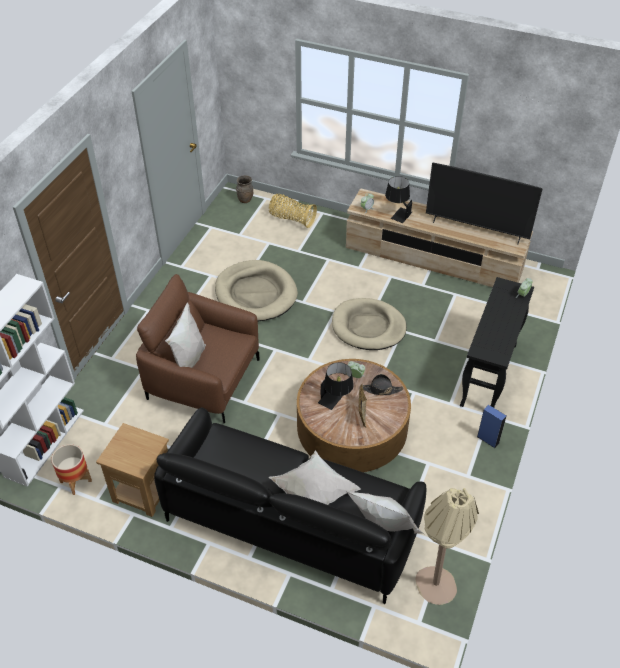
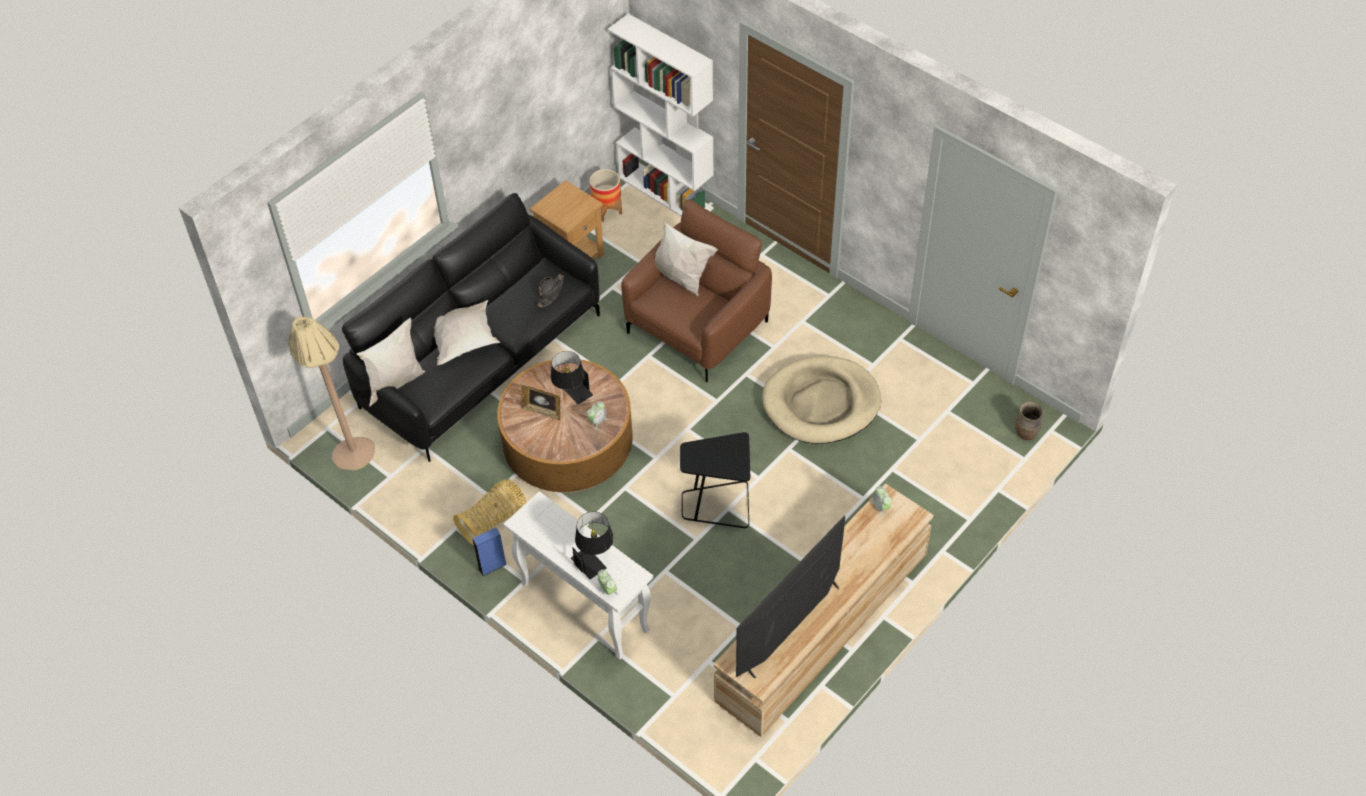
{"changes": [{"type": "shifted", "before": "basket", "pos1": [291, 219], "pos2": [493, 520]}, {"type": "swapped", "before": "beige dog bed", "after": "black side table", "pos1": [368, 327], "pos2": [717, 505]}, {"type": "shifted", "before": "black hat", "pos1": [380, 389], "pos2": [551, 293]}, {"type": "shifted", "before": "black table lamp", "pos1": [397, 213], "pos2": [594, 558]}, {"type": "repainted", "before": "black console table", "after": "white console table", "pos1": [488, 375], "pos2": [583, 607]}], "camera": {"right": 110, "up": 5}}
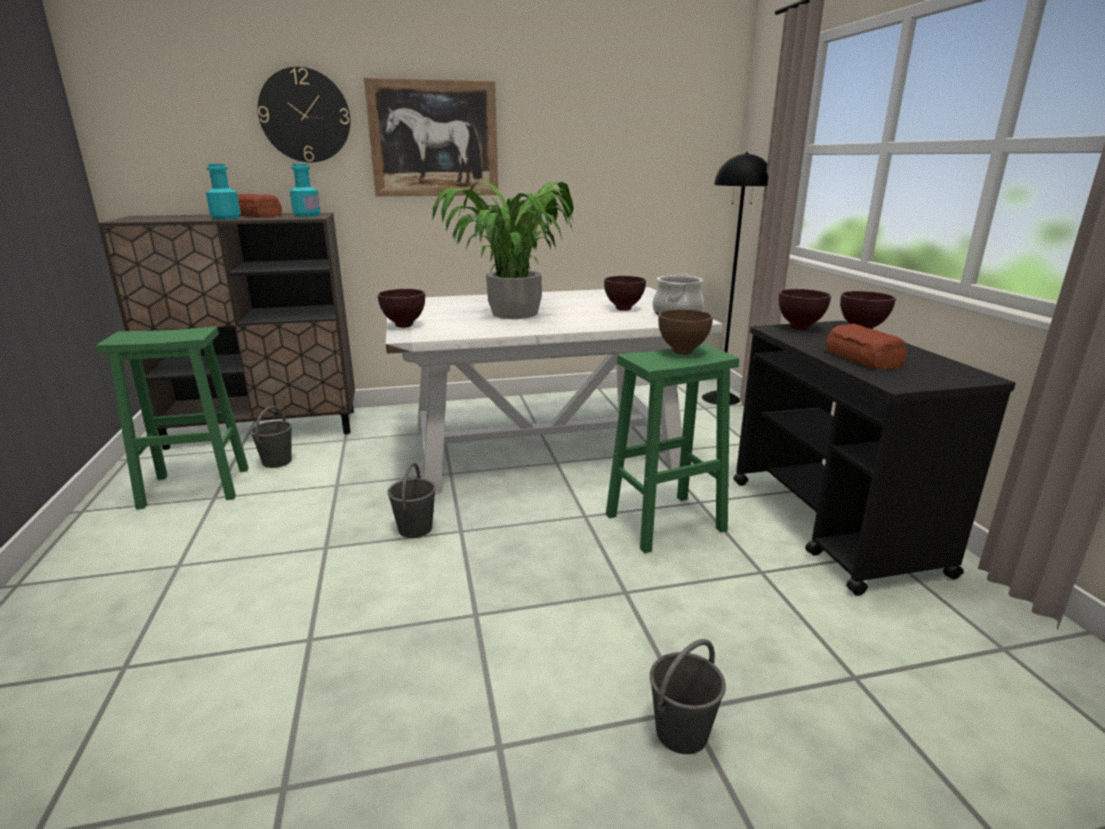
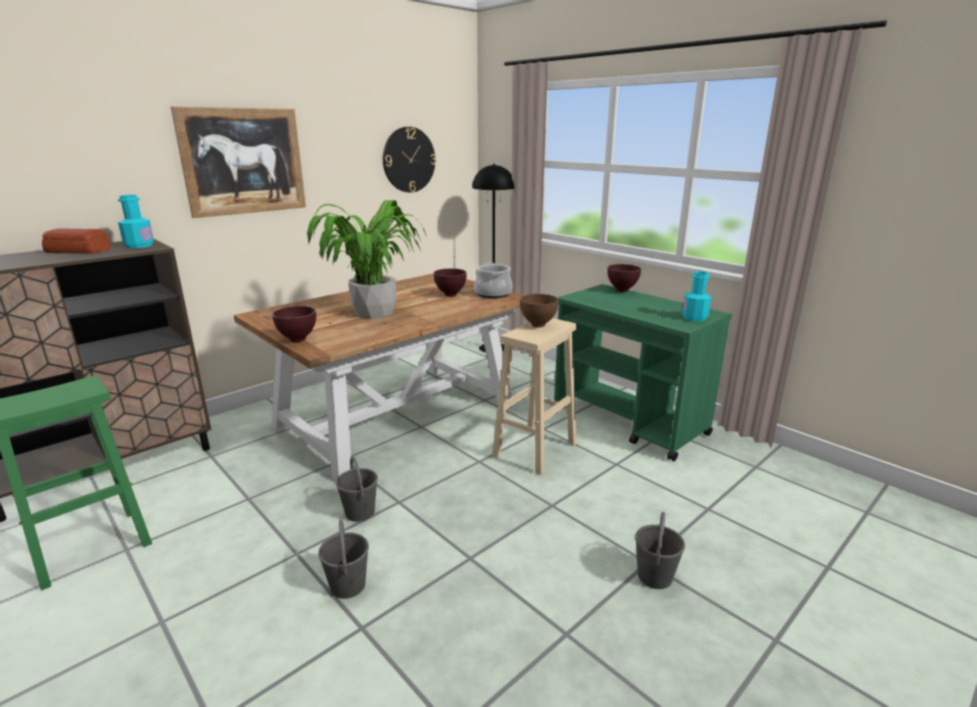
{"changes": [{"type": "shifted", "before": "turquoise bottle", "pos1": [226, 218], "pos2": [694, 317]}, {"type": "shifted", "before": "grey bucket", "pos1": [277, 461], "pos2": [348, 585]}, {"type": "shifted", "before": "wall clock", "pos1": [305, 116], "pos2": [408, 160]}, {"type": "repainted", "before": "white dining table", "after": "brown dining table", "pos1": [543, 444], "pos2": [397, 415]}, {"type": "repainted", "before": "green stool", "after": "beige stool", "pos1": [663, 523], "pos2": [534, 450]}, {"type": "repainted", "before": "black cart", "after": "green cart", "pos1": [833, 526], "pos2": [629, 422]}, {"type": "gone", "before": "brown bowl", "pos1": [800, 328]}, {"type": "gone", "before": "bread", "pos1": [863, 359]}], "camera": {"right": -30, "up": 0}}
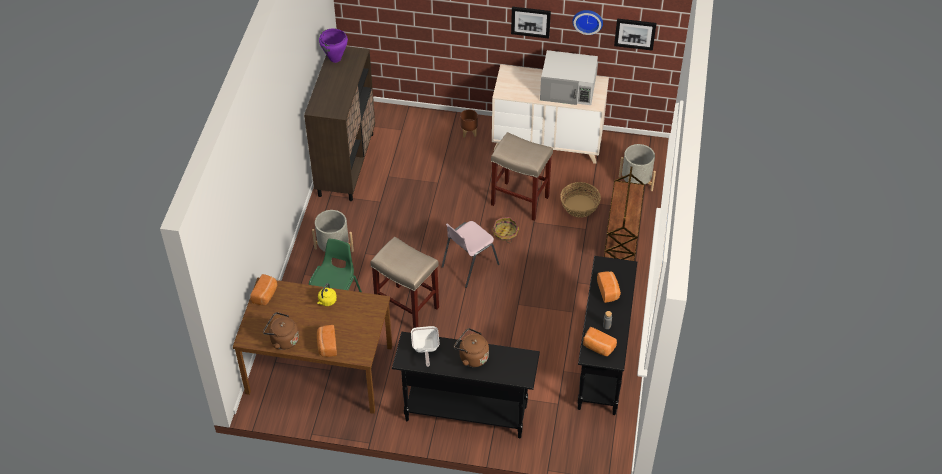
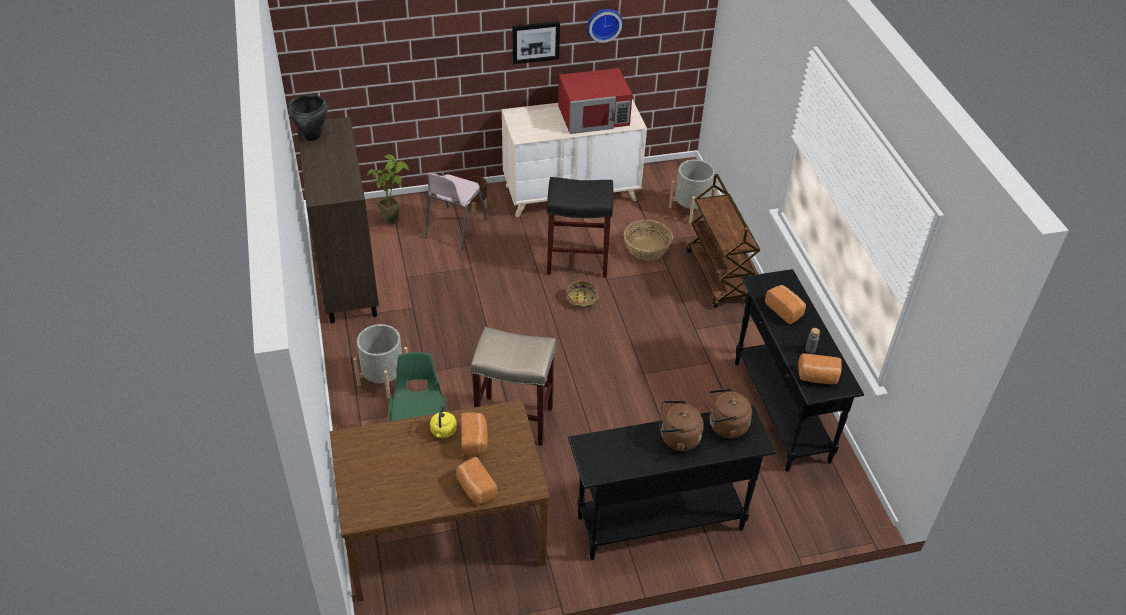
{"changes": [{"type": "shifted", "before": "bread", "pos1": [265, 295], "pos2": [474, 441]}, {"type": "shifted", "before": "brown kettle", "pos1": [283, 340], "pos2": [725, 426]}, {"type": "repainted", "before": "purple cooking pot", "after": "black cooking pot", "pos1": [335, 59], "pos2": [313, 136]}, {"type": "gone", "before": "frying pan", "pos1": [425, 349]}, {"type": "shifted", "before": "pink chair", "pos1": [469, 265], "pos2": [454, 228]}, {"type": "repainted", "before": "beige stool", "after": "black stool", "pos1": [521, 201], "pos2": [578, 260]}, {"type": "repainted", "before": "white microwave", "after": "red microwave", "pos1": [568, 89], "pos2": [594, 115]}, {"type": "gone", "before": "picture", "pos1": [635, 33]}, {"type": "new", "after": "potted plant", "pos2": [396, 218]}], "camera": {"right": -25, "up": -5}}
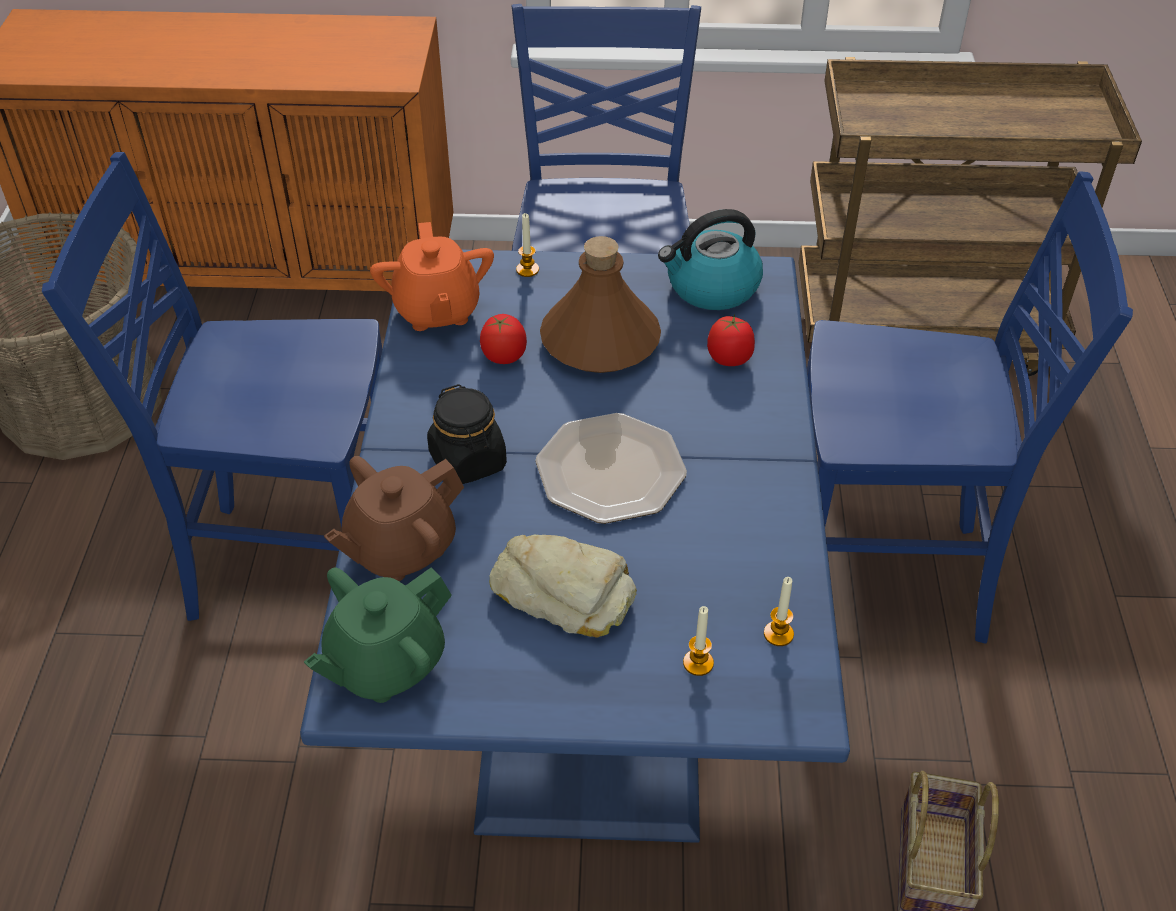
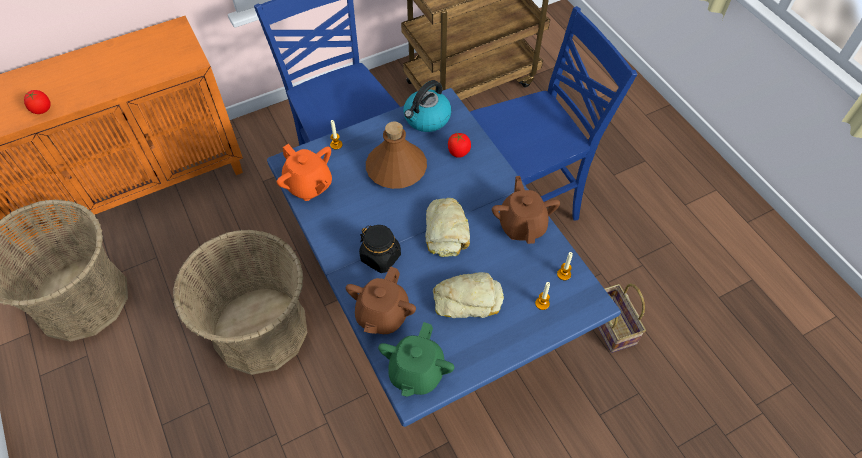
{"changes": [{"type": "swapped", "before": "blue chair", "after": "basket", "pos1": [295, 565], "pos2": [260, 330]}, {"type": "shifted", "before": "tomato", "pos1": [504, 356], "pos2": [42, 109]}, {"type": "swapped", "before": "plate", "after": "bread", "pos1": [612, 470], "pos2": [446, 231]}, {"type": "new", "after": "brown teapot", "pos2": [522, 225]}], "camera": {"right": -30, "up": 10}}
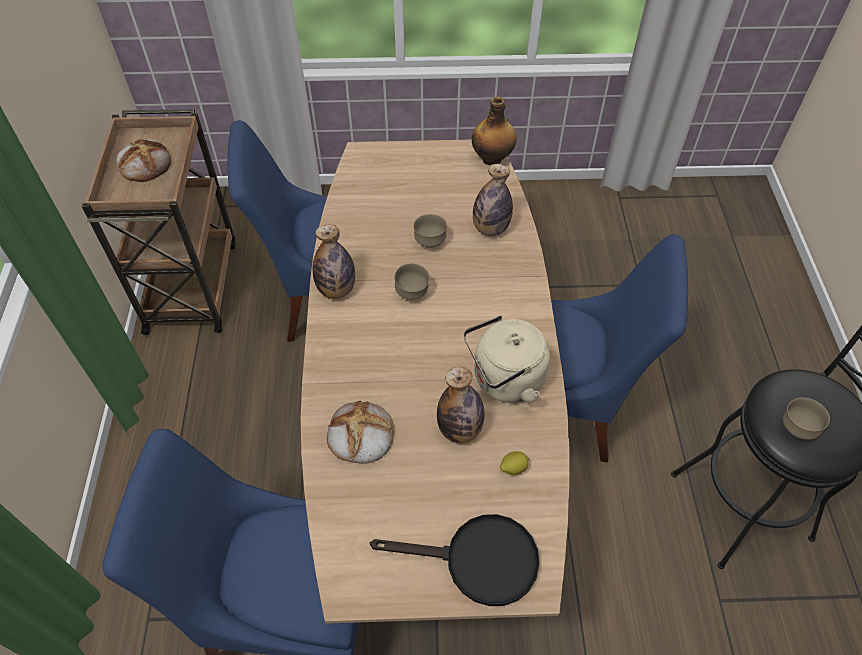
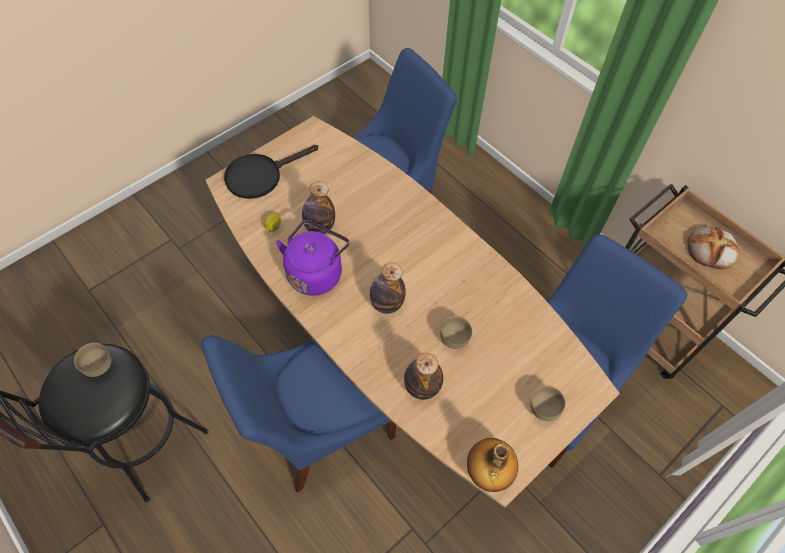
{"changes": [{"type": "shifted", "before": "bottle", "pos1": [336, 290], "pos2": [387, 303]}, {"type": "gone", "before": "bread", "pos1": [360, 435]}, {"type": "shifted", "before": "brown bowl", "pos1": [412, 293], "pos2": [543, 409]}, {"type": "repainted", "before": "beige kettle", "after": "purple kettle", "pos1": [504, 380], "pos2": [316, 272]}], "camera": {"right": 140, "up": 5}}
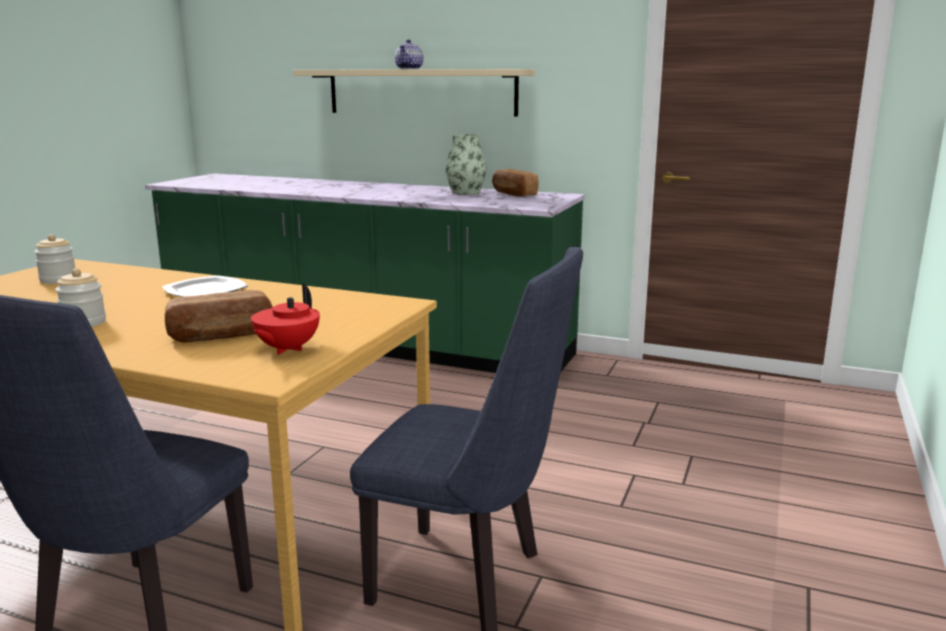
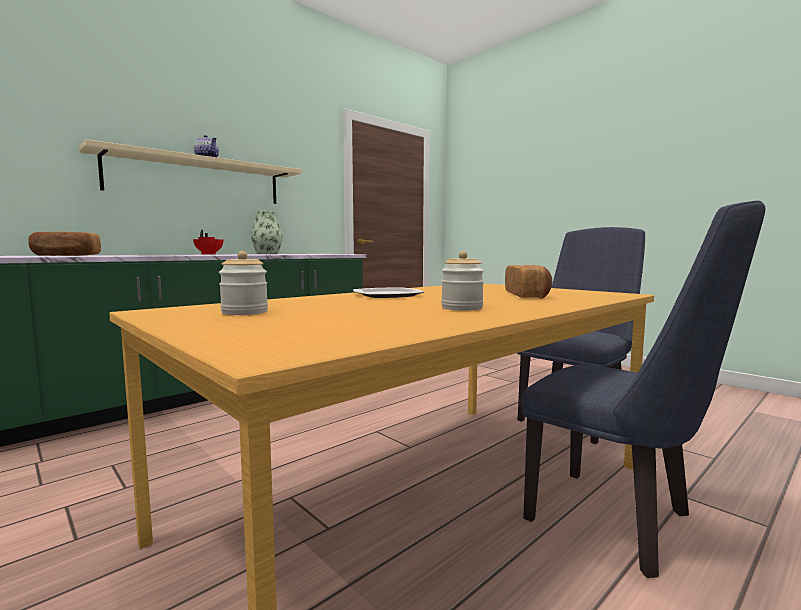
{"changes": [{"type": "shifted", "before": "red teapot", "pos1": [286, 349], "pos2": [209, 254]}, {"type": "shifted", "before": "bread", "pos1": [513, 194], "pos2": [65, 255]}], "camera": {"right": -65, "up": -10}}
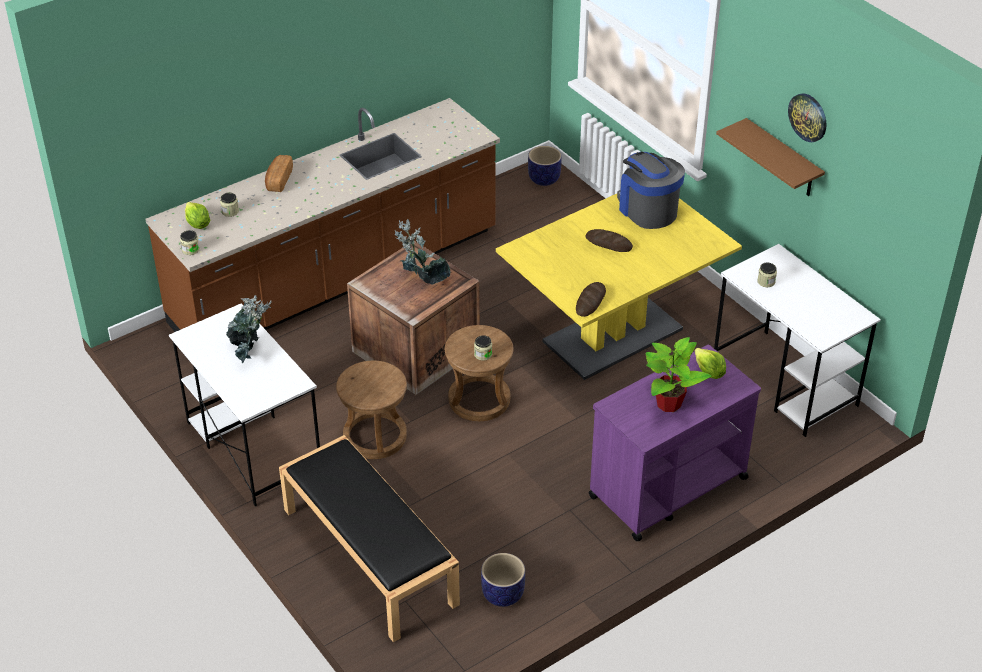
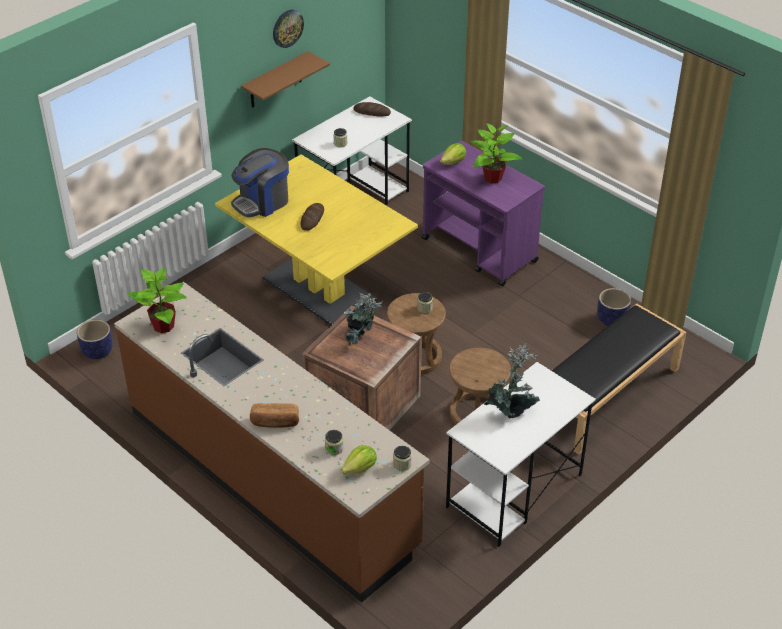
{"changes": [{"type": "shifted", "before": "bread", "pos1": [590, 301], "pos2": [372, 112]}, {"type": "new", "after": "potted plant", "pos2": [164, 326]}], "camera": {"right": -100, "up": 0}}
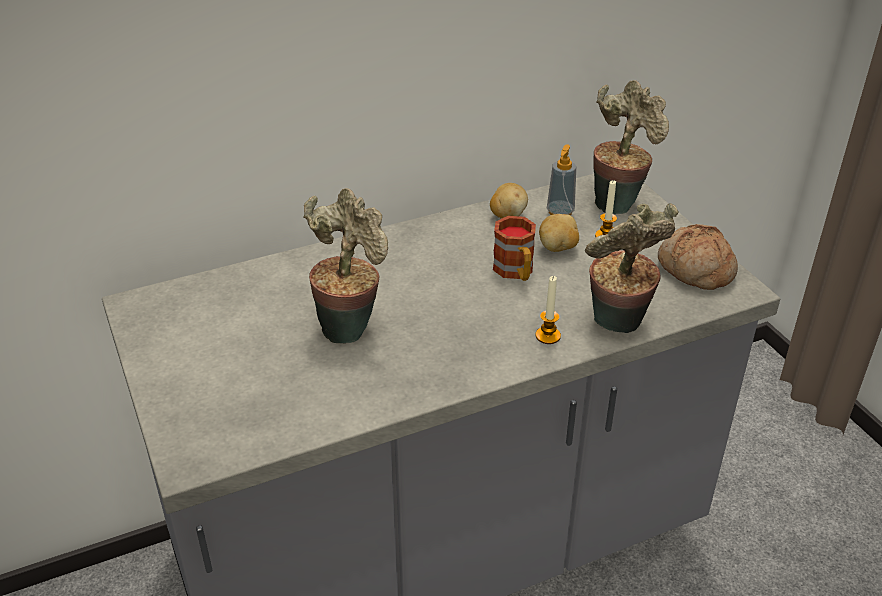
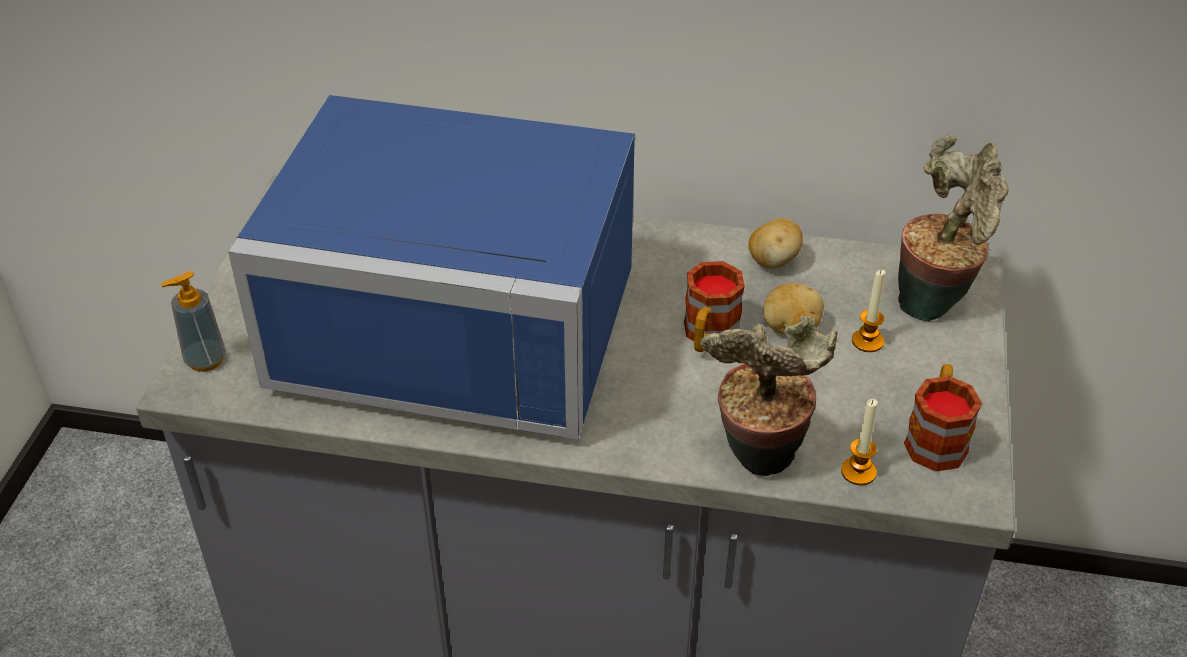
{"changes": [{"type": "swapped", "before": "potted plant", "after": "blue microwave", "pos1": [350, 326], "pos2": [466, 315]}, {"type": "shifted", "before": "candle", "pos1": [548, 336], "pos2": [858, 472]}, {"type": "shifted", "before": "soap dispenser", "pos1": [560, 212], "pos2": [205, 360]}, {"type": "swapped", "before": "bread", "after": "mug", "pos1": [694, 269], "pos2": [936, 437]}], "camera": {"right": 35, "up": 5}}
